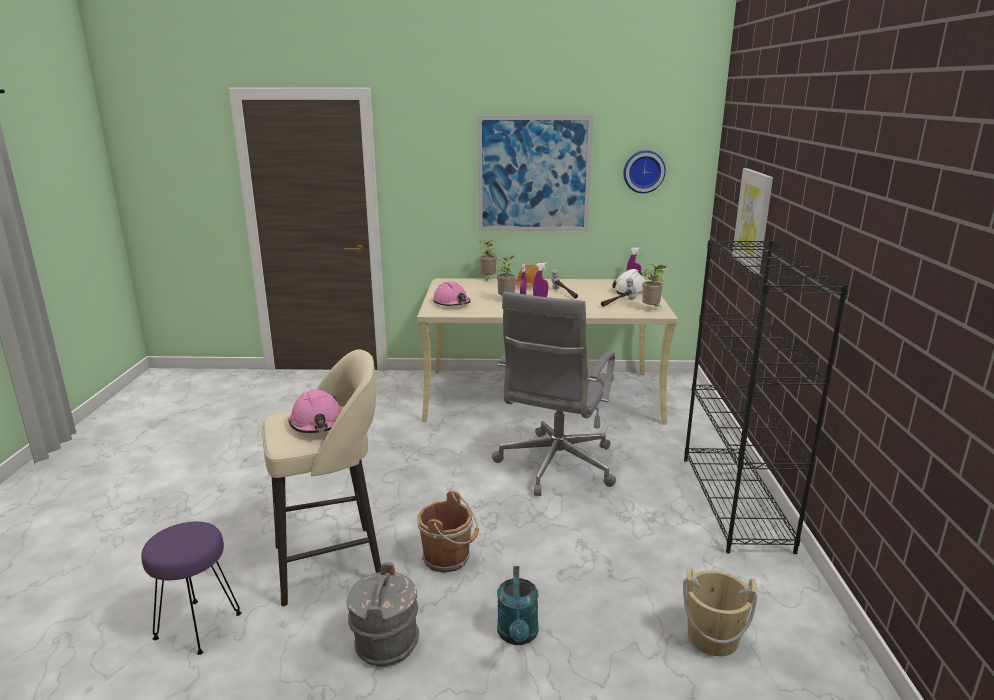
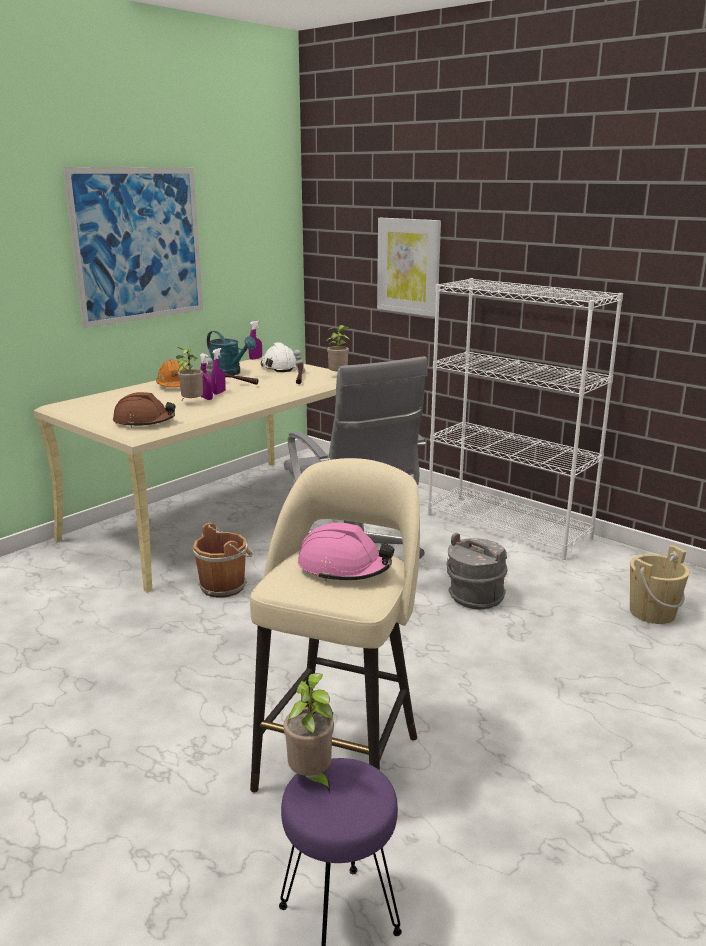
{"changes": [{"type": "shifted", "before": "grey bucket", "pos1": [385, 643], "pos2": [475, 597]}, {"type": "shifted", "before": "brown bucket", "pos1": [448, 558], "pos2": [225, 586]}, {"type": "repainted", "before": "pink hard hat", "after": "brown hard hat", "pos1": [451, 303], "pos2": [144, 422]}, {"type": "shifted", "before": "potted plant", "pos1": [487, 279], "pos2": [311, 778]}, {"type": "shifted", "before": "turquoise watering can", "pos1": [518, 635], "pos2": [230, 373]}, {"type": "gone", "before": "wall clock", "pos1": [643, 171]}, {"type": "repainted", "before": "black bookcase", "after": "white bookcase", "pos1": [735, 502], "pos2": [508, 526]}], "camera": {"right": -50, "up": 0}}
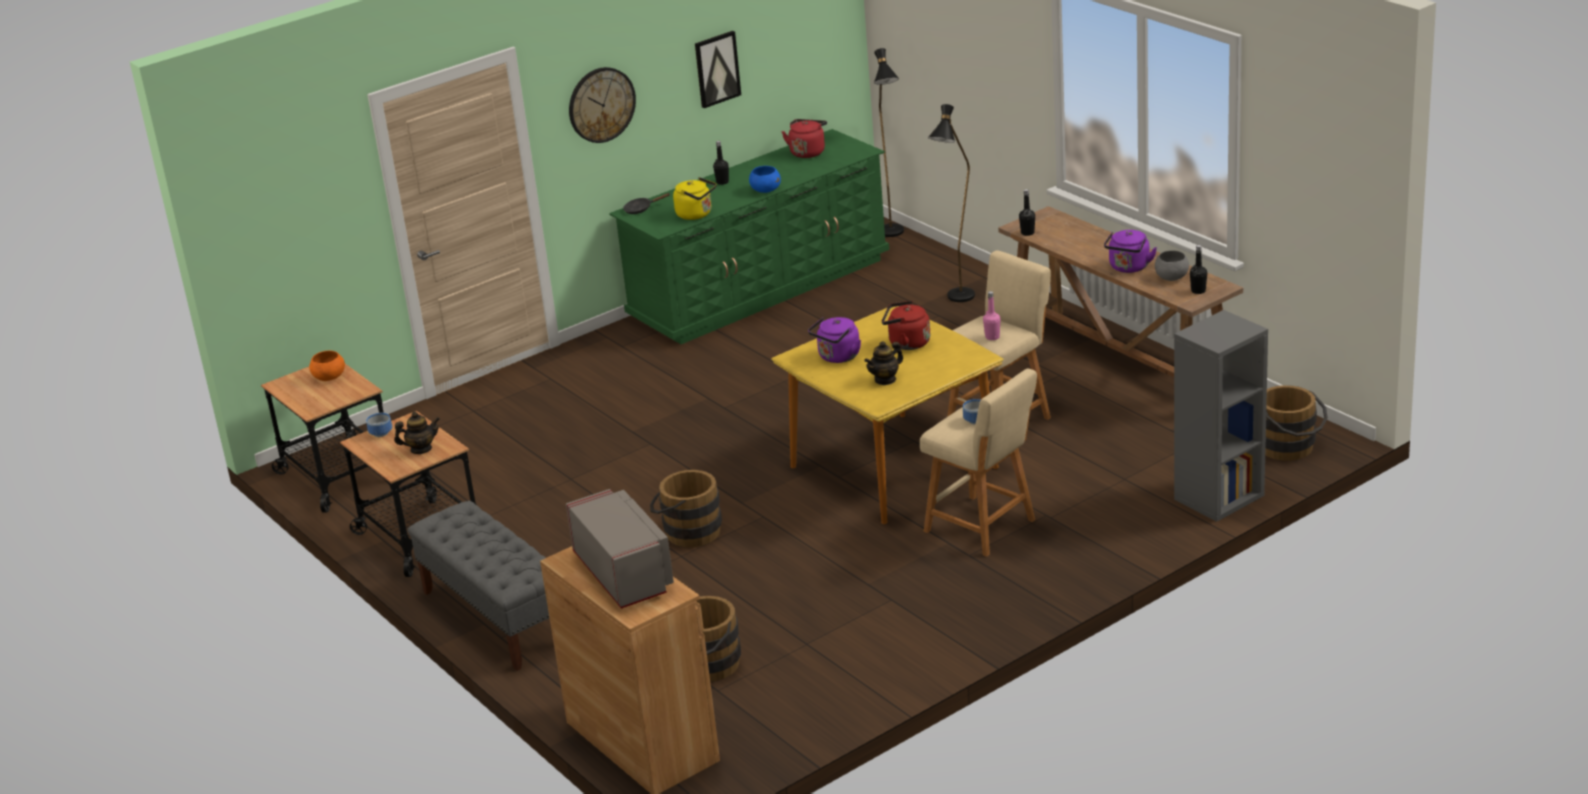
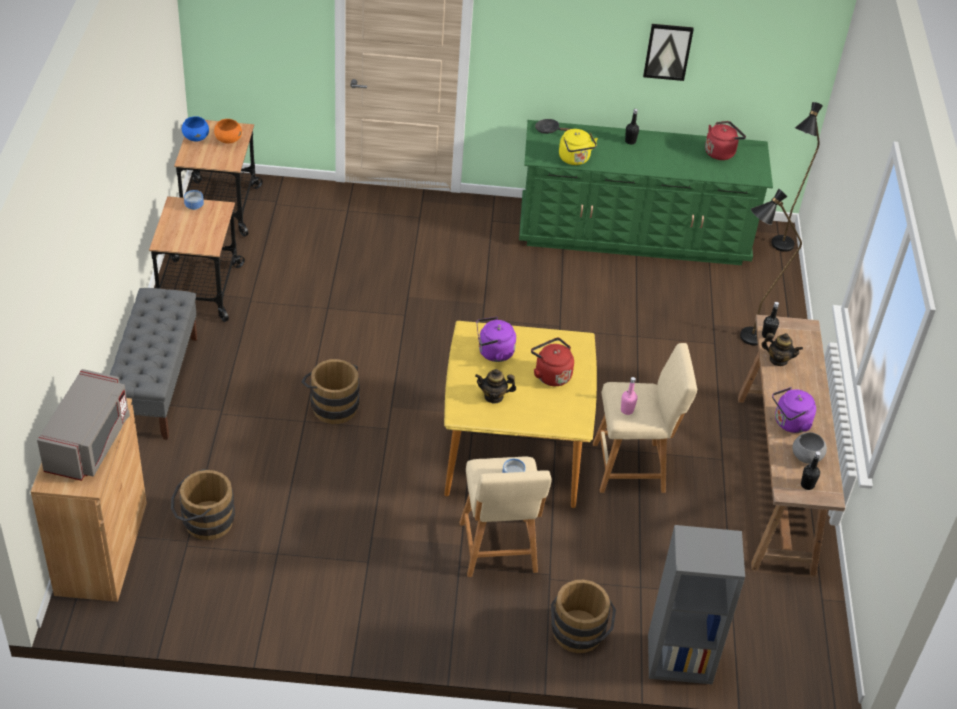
{"changes": [{"type": "shifted", "before": "teapot", "pos1": [421, 449], "pos2": [778, 360]}, {"type": "gone", "before": "wall clock", "pos1": [601, 104]}, {"type": "shifted", "before": "blue bowl", "pos1": [765, 190], "pos2": [196, 137]}, {"type": "shifted", "before": "brown bucket", "pos1": [1290, 449], "pos2": [577, 637]}], "camera": {"right": 35, "up": 15}}
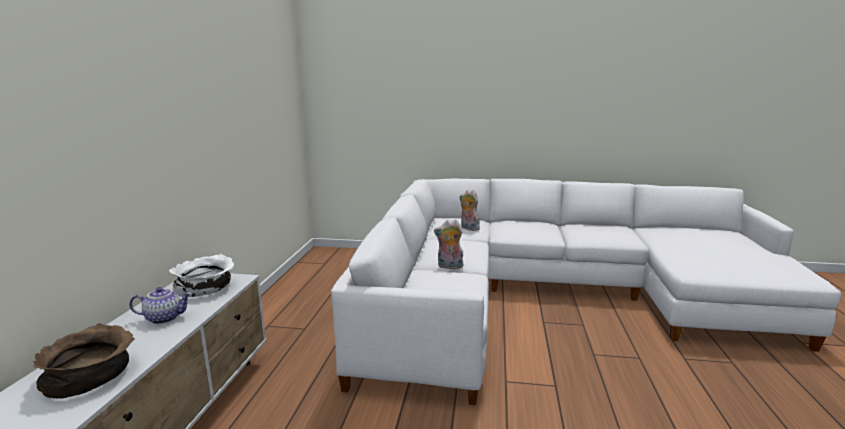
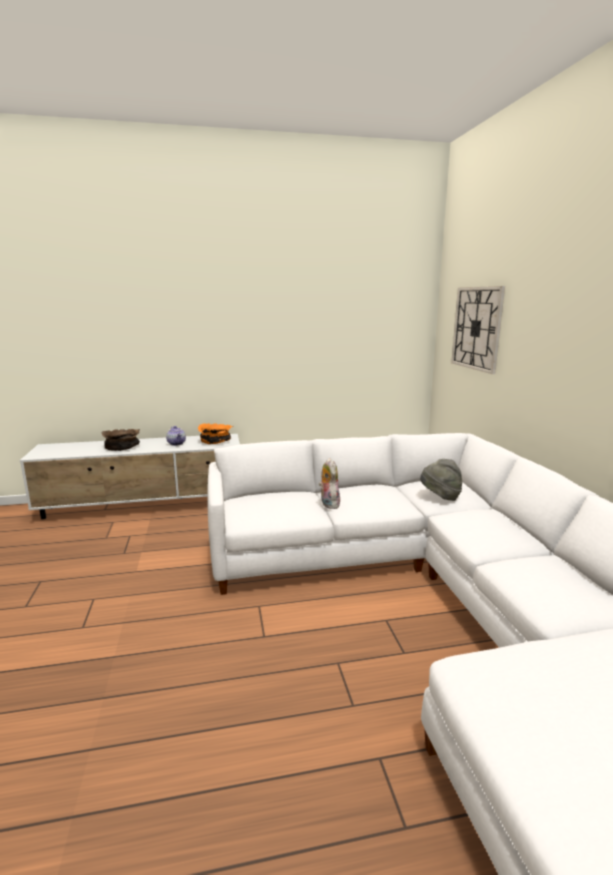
{"changes": [{"type": "repainted", "before": "white bowl", "after": "orange bowl", "pos1": [206, 287], "pos2": [216, 441]}, {"type": "swapped", "before": "plush toy", "after": "grey hat", "pos1": [468, 228], "pos2": [440, 497]}, {"type": "new", "after": "wall clock", "pos2": [477, 328]}], "camera": {"right": 70, "up": 0}}
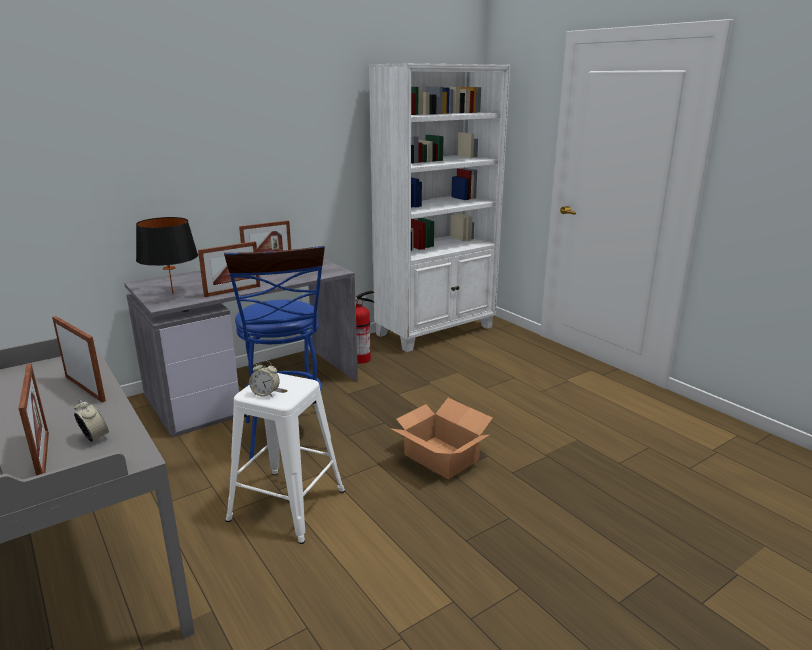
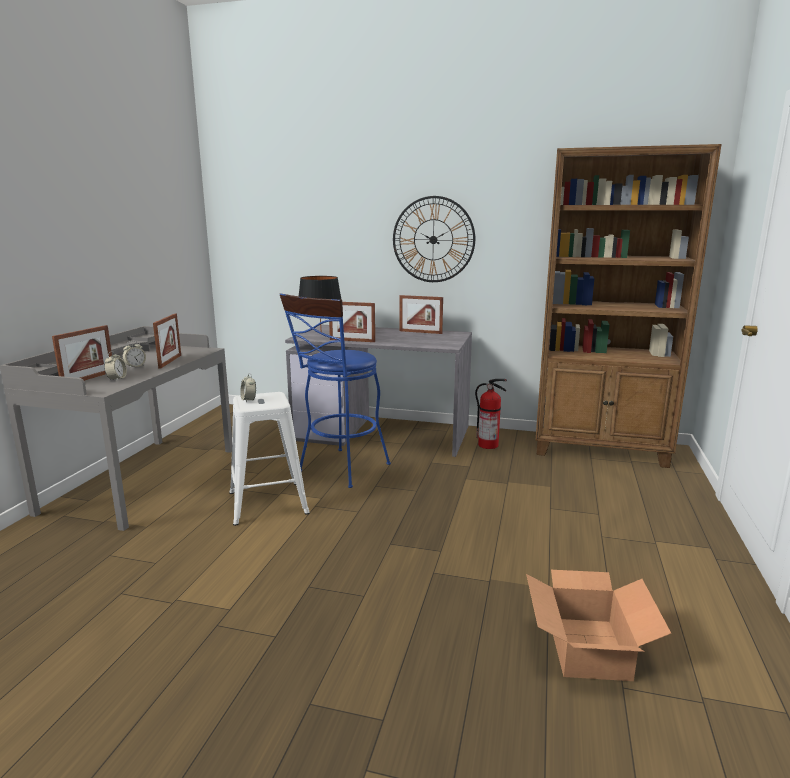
{"changes": [{"type": "repainted", "before": "white bookcase", "after": "brown bookcase", "pos1": [436, 331], "pos2": [600, 450]}, {"type": "shifted", "before": "cardboard box", "pos1": [441, 456], "pos2": [589, 647]}, {"type": "new", "after": "alarm clock", "pos2": [135, 366]}, {"type": "new", "after": "wall clock", "pos2": [433, 239]}], "camera": {"right": 50, "up": -5}}
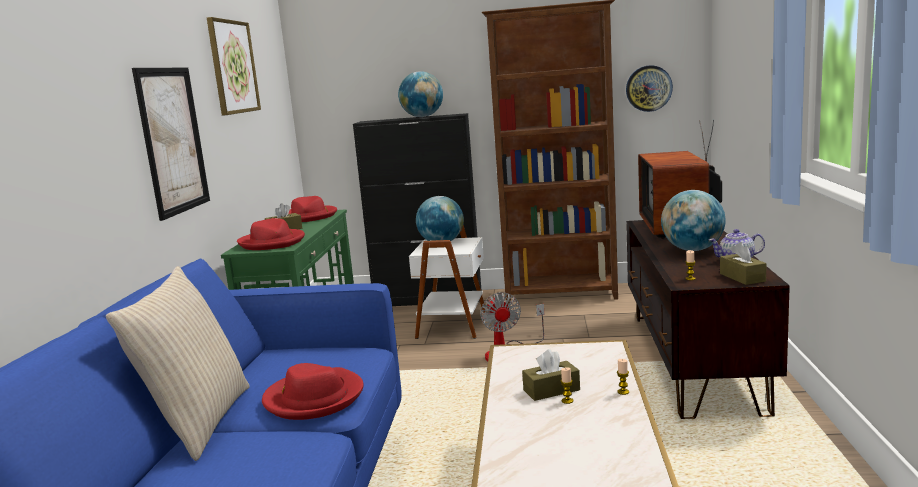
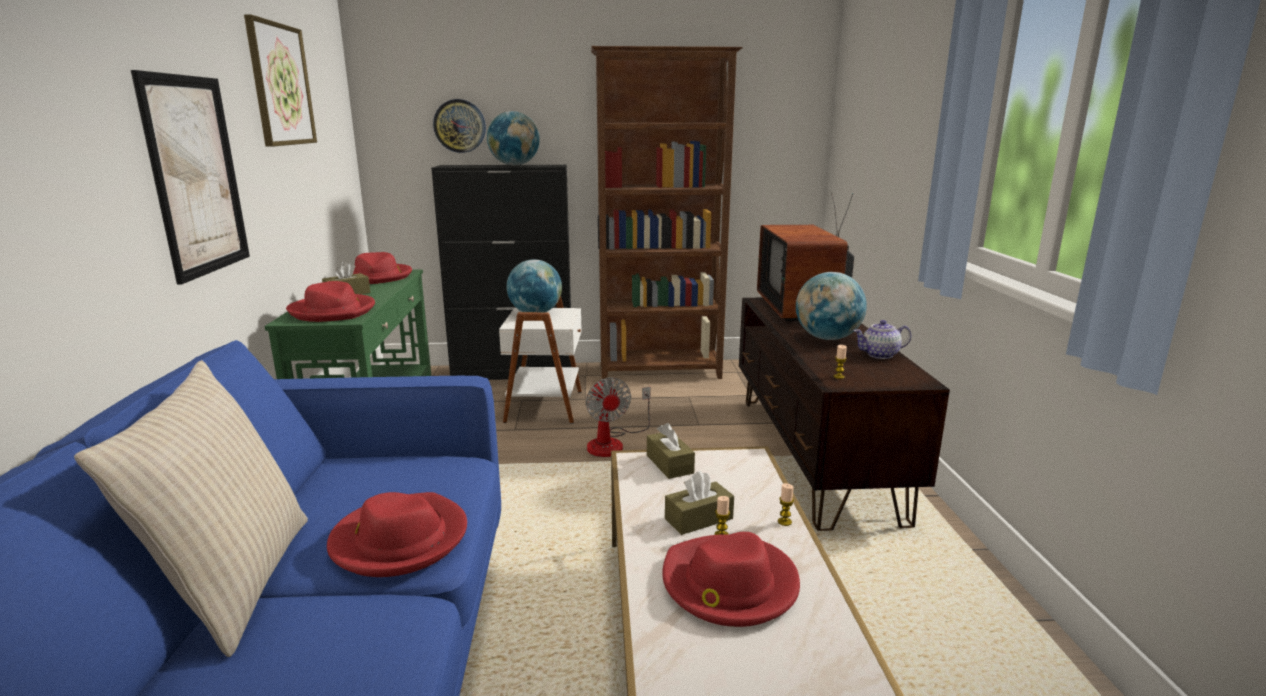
{"changes": [{"type": "shifted", "before": "wall clock", "pos1": [648, 88], "pos2": [460, 126]}, {"type": "shifted", "before": "brown tissue box", "pos1": [742, 277], "pos2": [669, 464]}, {"type": "new", "after": "red hat", "pos2": [729, 585]}], "camera": {"right": -10, "up": 5}}
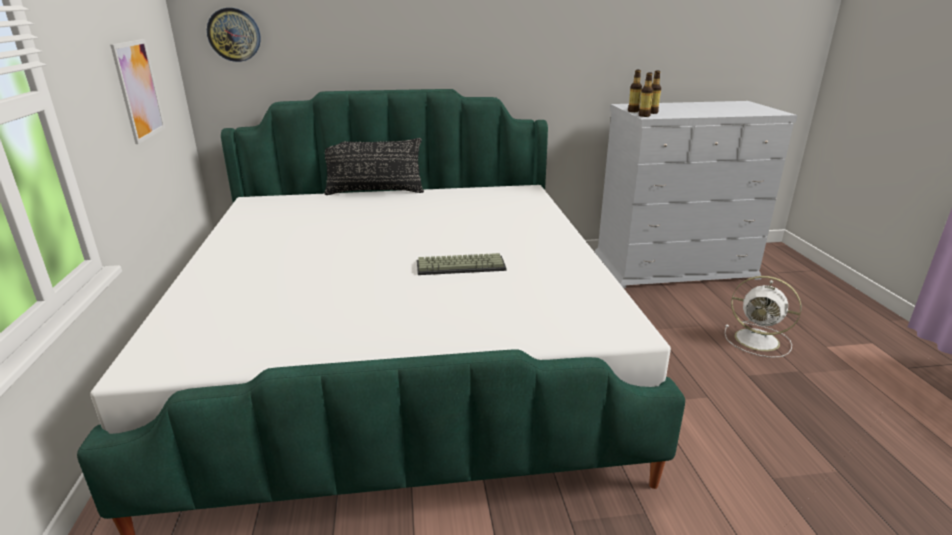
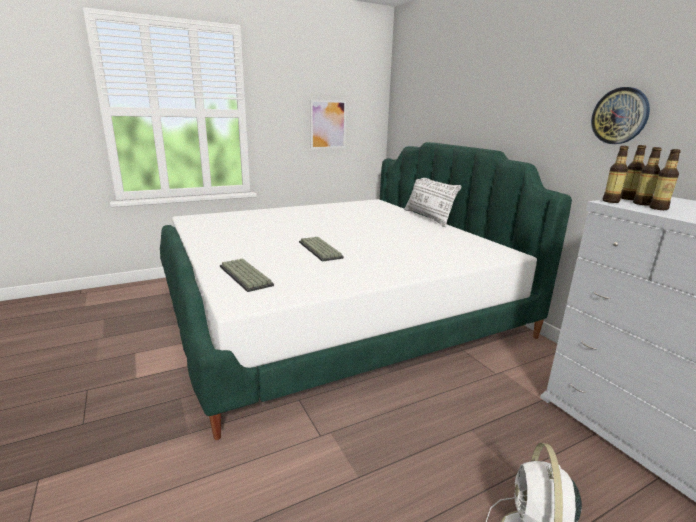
{"changes": [{"type": "shifted", "before": "wall clock", "pos1": [234, 35], "pos2": [620, 116]}, {"type": "repainted", "before": "black pillow", "after": "white pillow", "pos1": [375, 192], "pos2": [427, 218]}, {"type": "new", "after": "keyboard", "pos2": [247, 276]}, {"type": "new", "after": "bottle", "pos2": [658, 208]}], "camera": {"right": 70, "up": -5}}
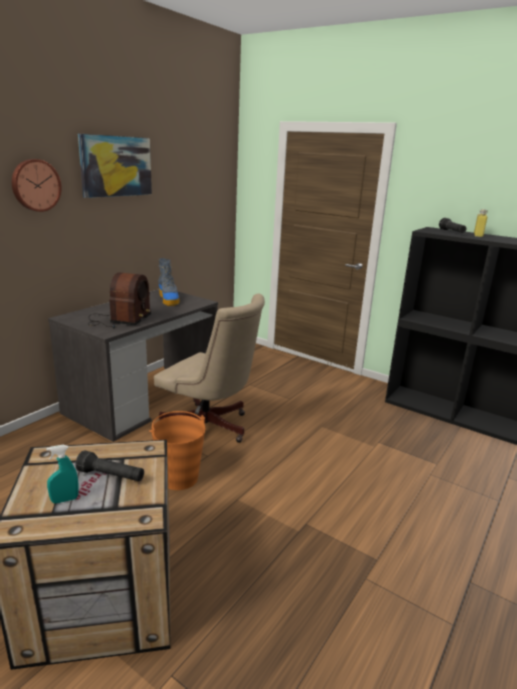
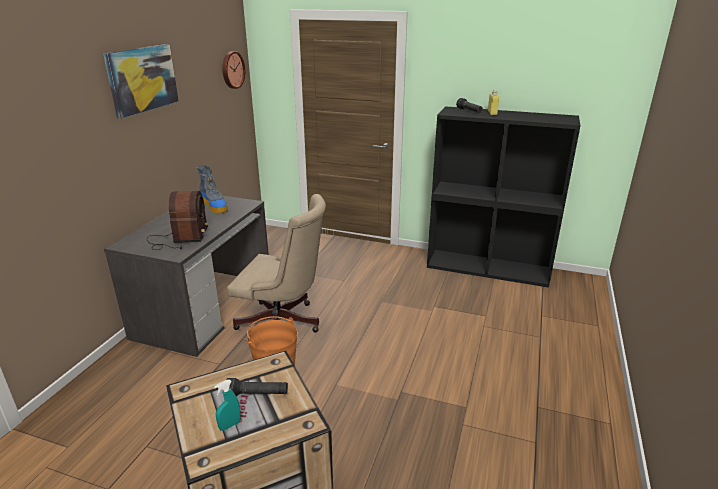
{"changes": [{"type": "shifted", "before": "wall clock", "pos1": [35, 185], "pos2": [232, 70]}], "camera": {"right": -15, "up": 5}}
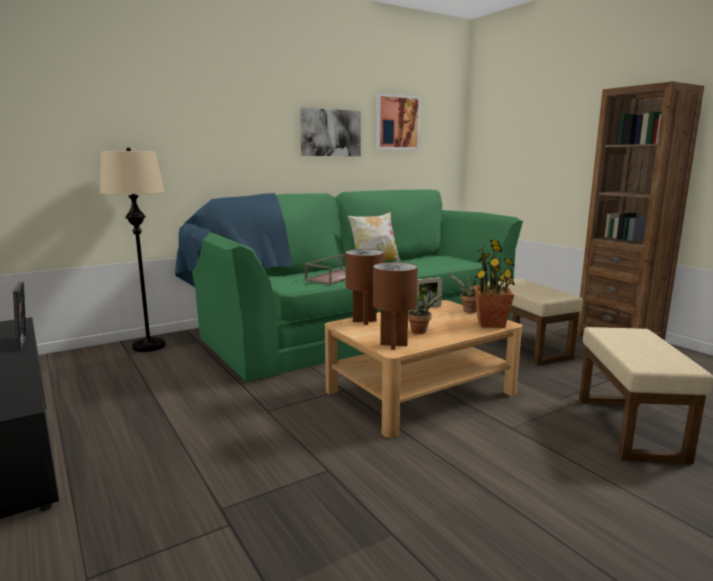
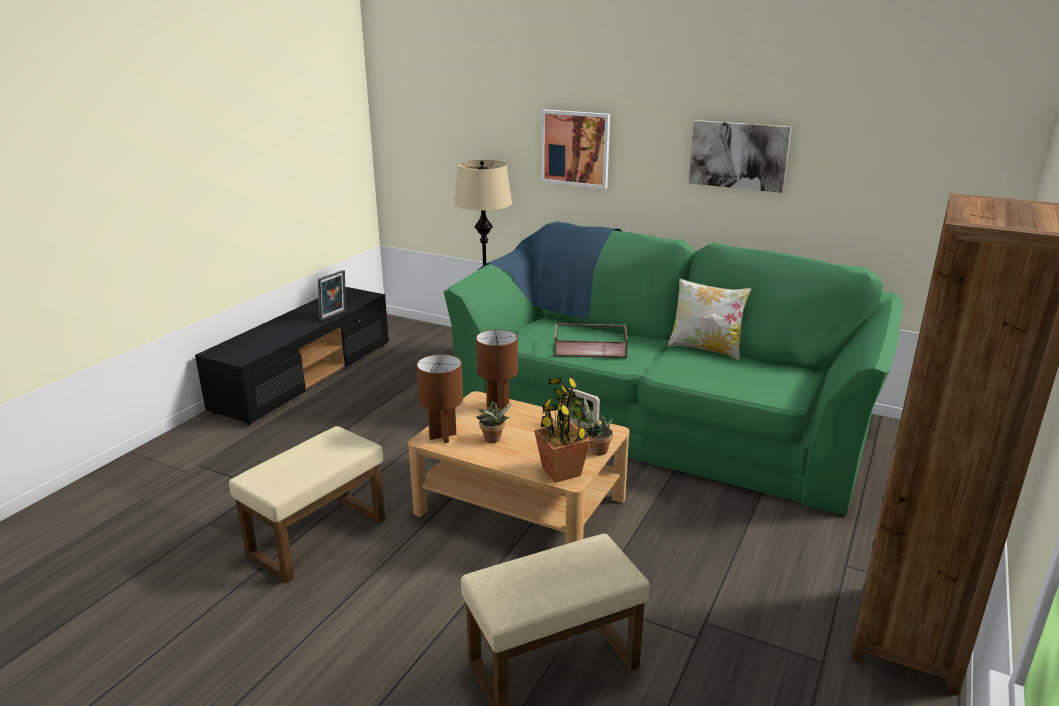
{"changes": [{"type": "shifted", "before": "picture", "pos1": [397, 122], "pos2": [575, 148]}, {"type": "shifted", "before": "beige ottoman", "pos1": [524, 347], "pos2": [318, 536]}], "camera": {"right": 60, "up": 10}}
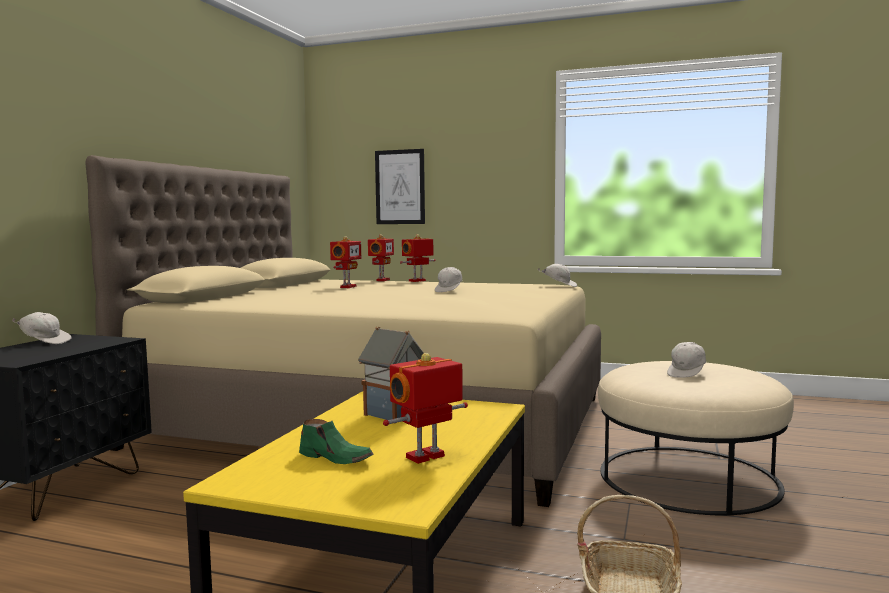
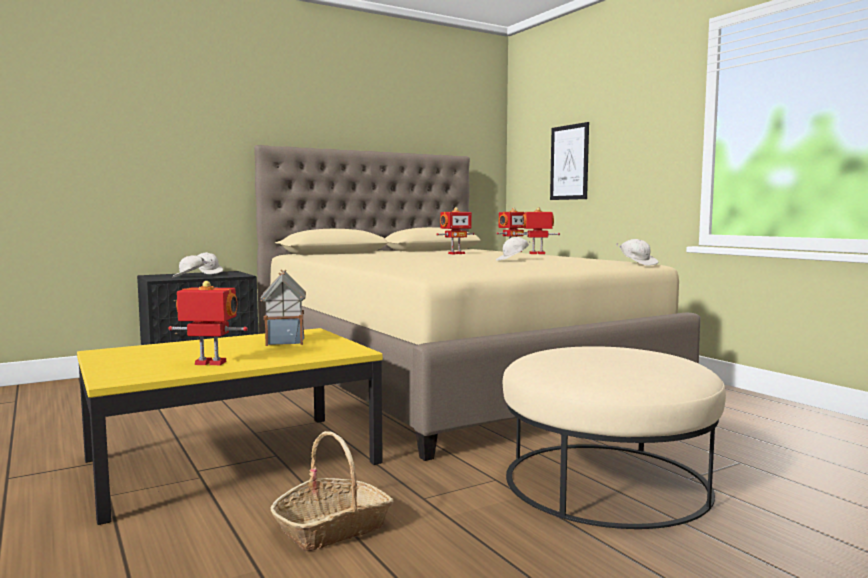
{"changes": [{"type": "gone", "before": "green shoe", "pos1": [336, 458]}, {"type": "shifted", "before": "white cap", "pos1": [687, 373], "pos2": [190, 277]}], "camera": {"right": 40, "up": 0}}
